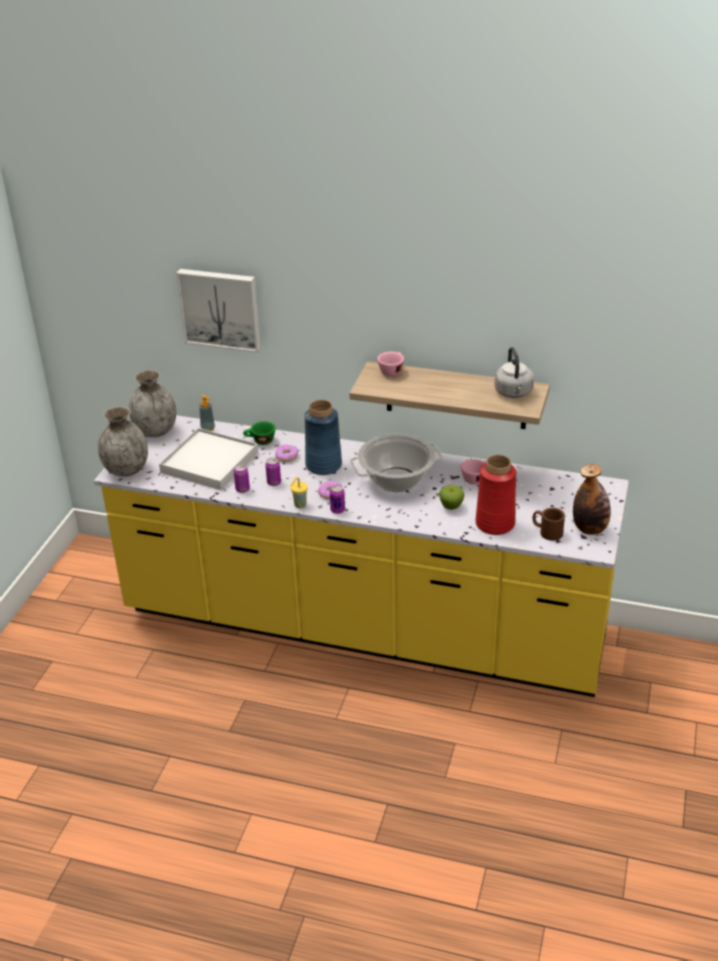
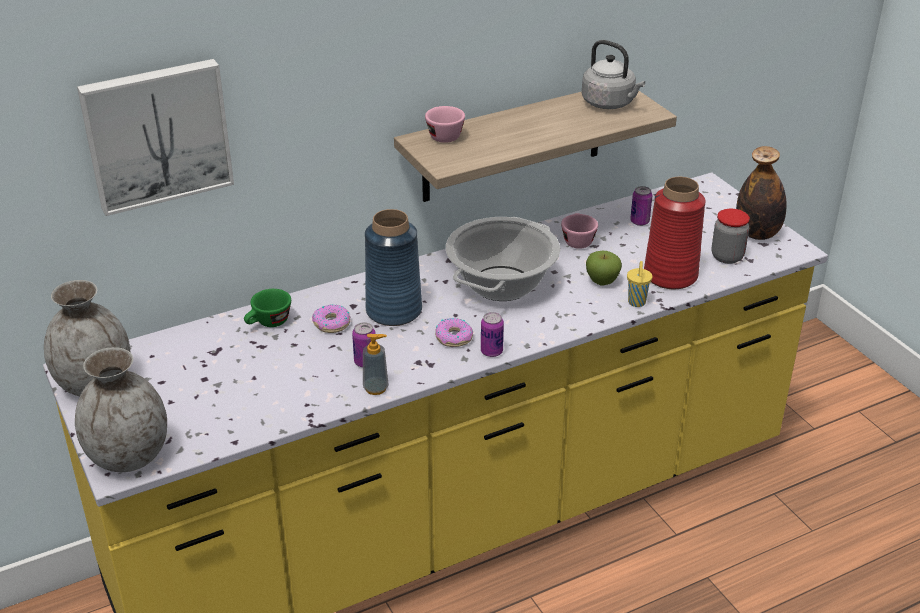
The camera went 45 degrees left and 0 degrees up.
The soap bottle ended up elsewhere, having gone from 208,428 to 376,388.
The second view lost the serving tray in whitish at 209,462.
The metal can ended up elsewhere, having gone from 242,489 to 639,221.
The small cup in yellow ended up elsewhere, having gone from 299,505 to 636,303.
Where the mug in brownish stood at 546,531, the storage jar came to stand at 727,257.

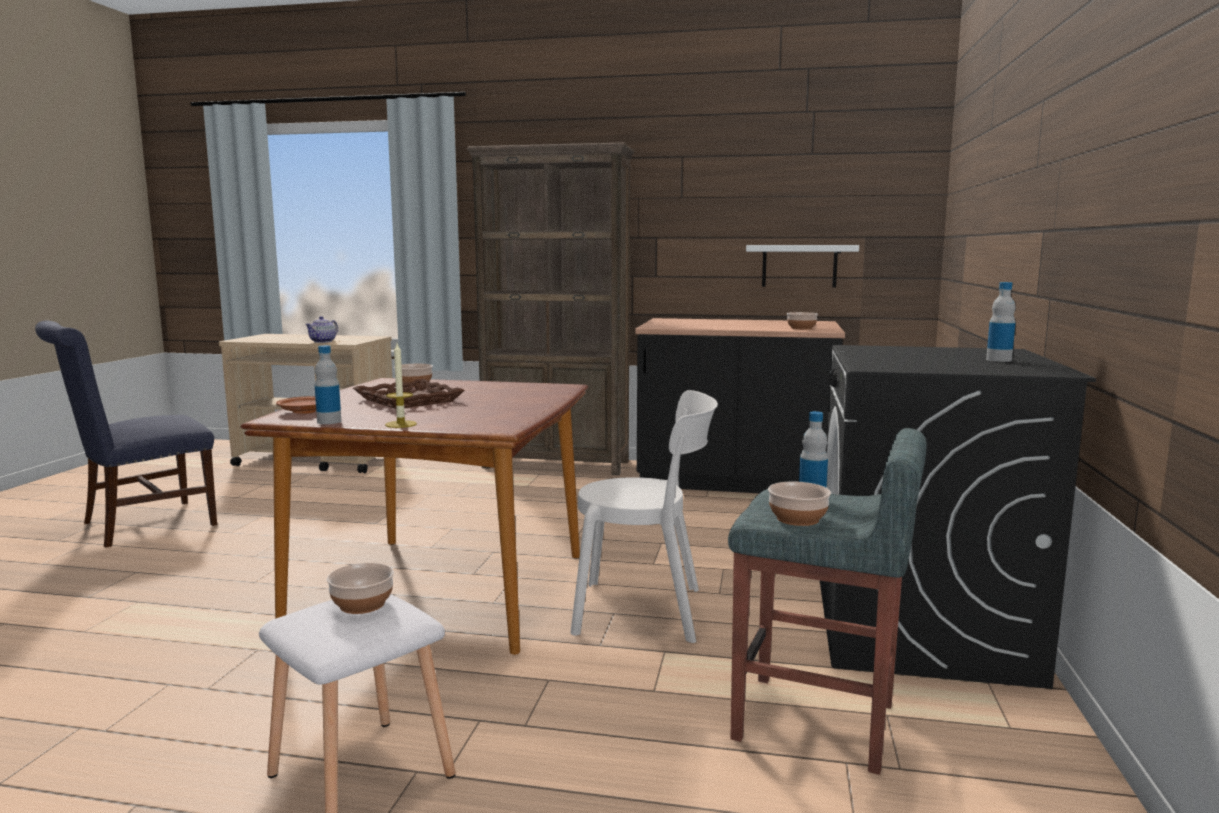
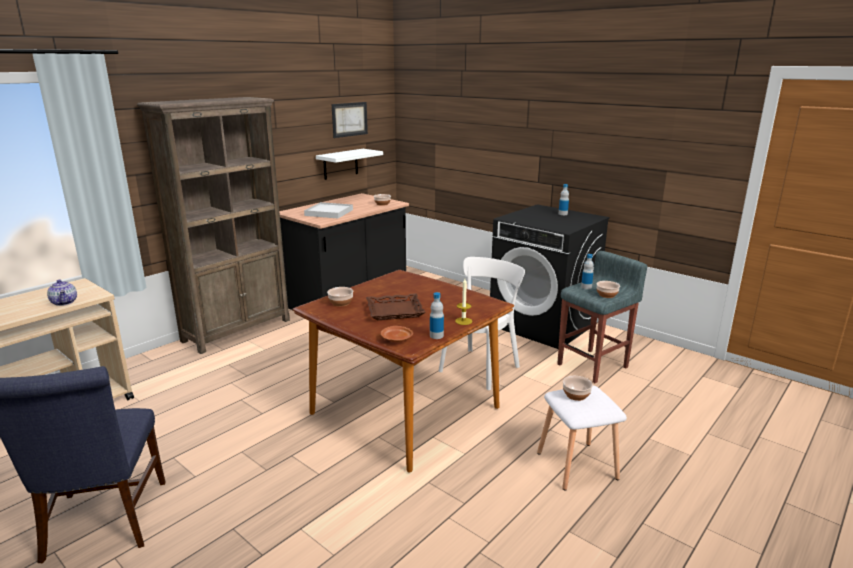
The camera went 60 degrees left and 10 degrees up.
The second view gained the picture at 349,119.
The second view gained the serving tray in whitish at 329,212.

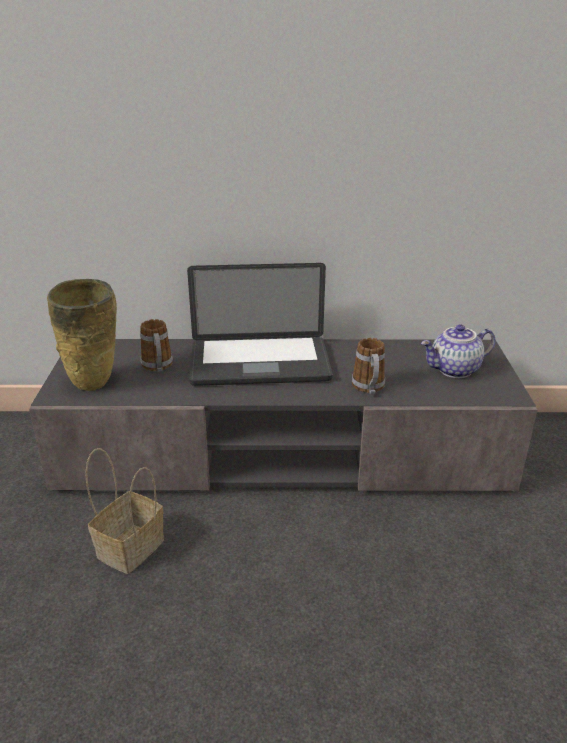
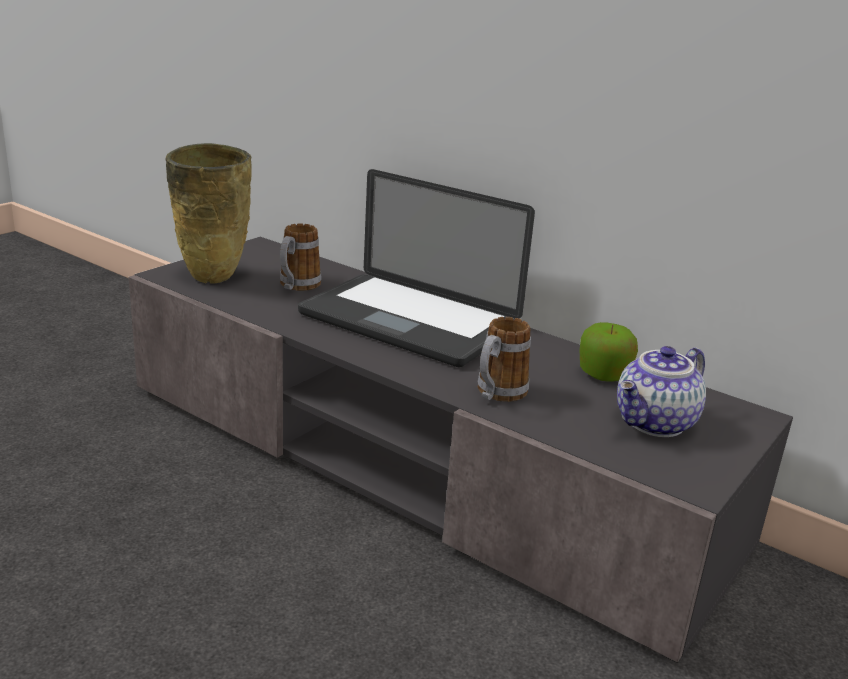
The camera went 35 degrees right and 5 degrees down.
The teapot at 455,370 ended up facing another way, 60 degrees counterclockwise from before.
The second view lost the basket at 131,546.
The second view gained the whole apple at 604,375.

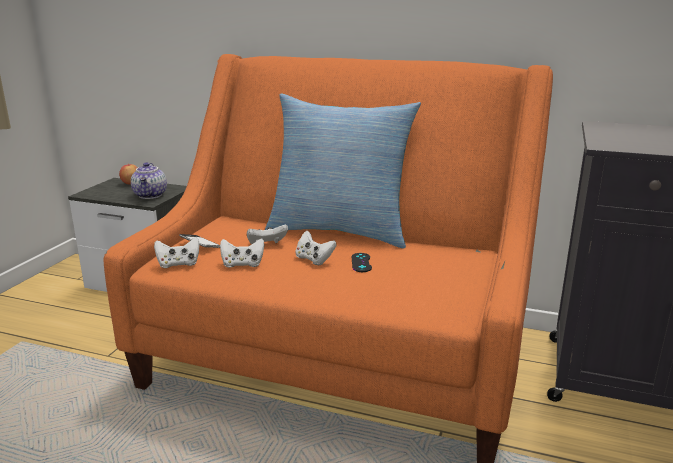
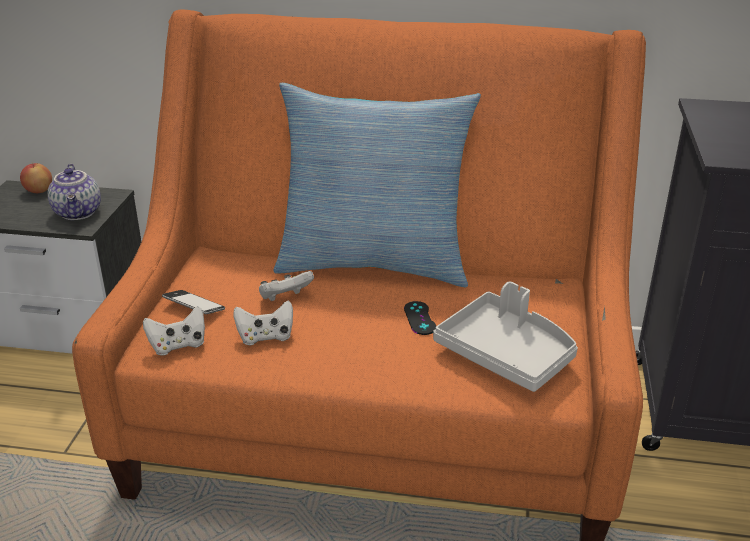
The camera went 10 degrees left and 10 degrees up.
The second view lost the joypad in whitish at 314,260.
The second view gained the serving tray in greyish at 506,354.

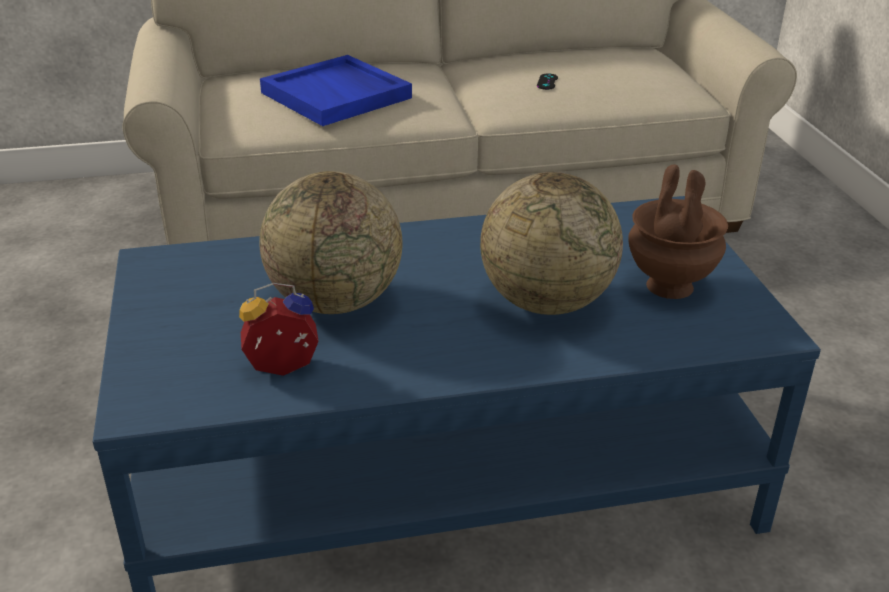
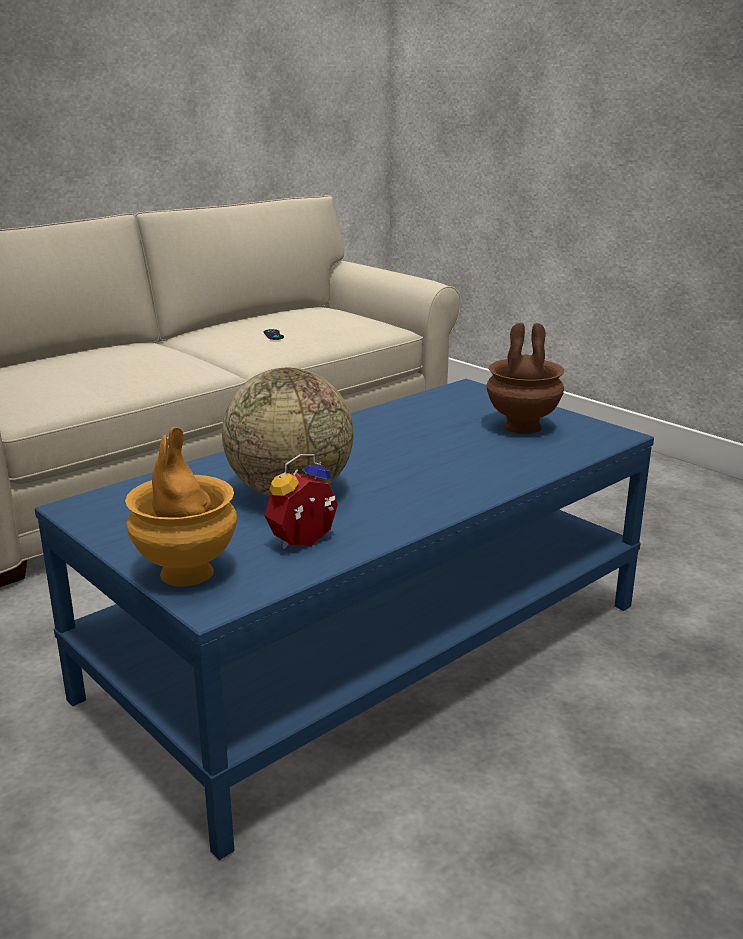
The camera went 30 degrees left and 10 degrees down.
The second view lost the serving tray in blue-coloured at 337,95.
The second view lost the globe at 546,302.
The second view gained the flower vase in brownish at 186,572.

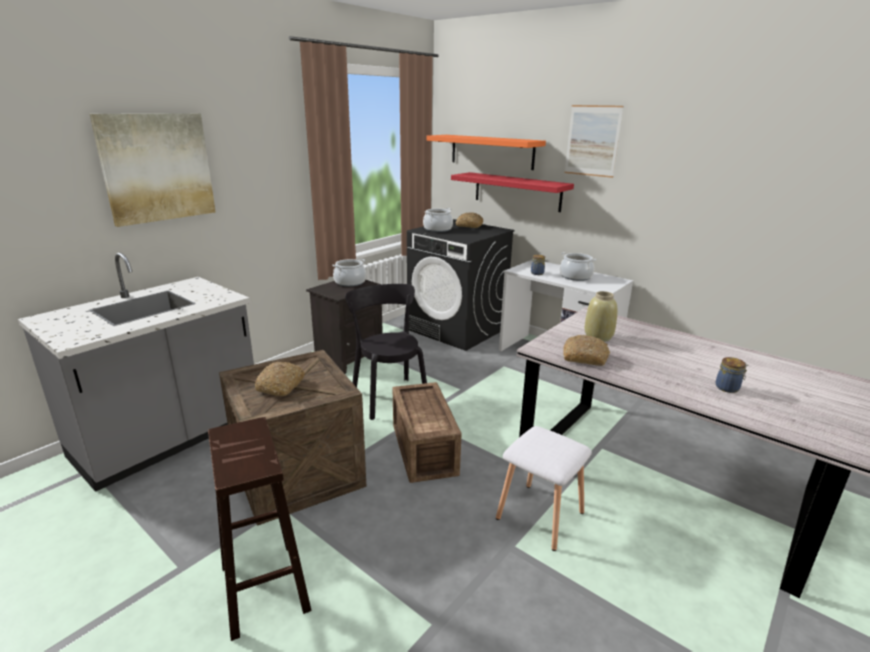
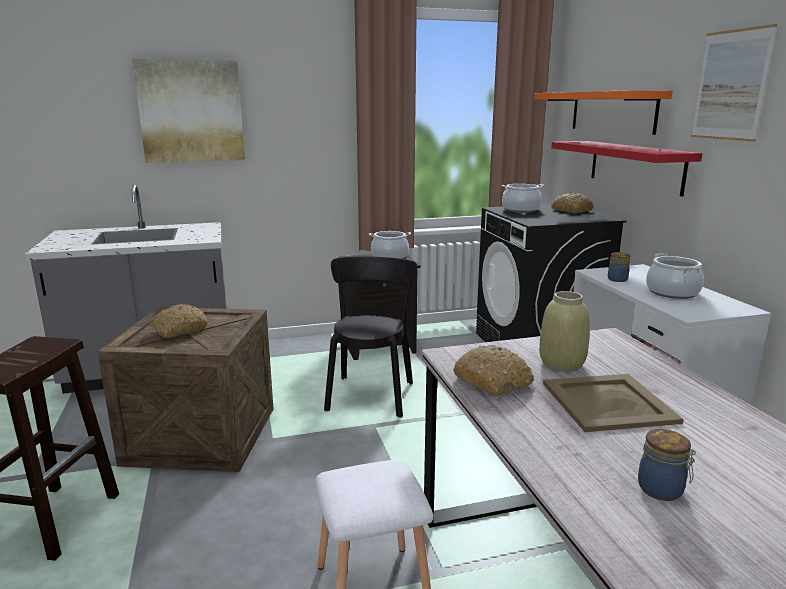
The camera went 35 degrees right and 5 degrees down.
The second view lost the packing crate at 425,448.
The second view gained the serving tray in sand-coloured at 608,402.

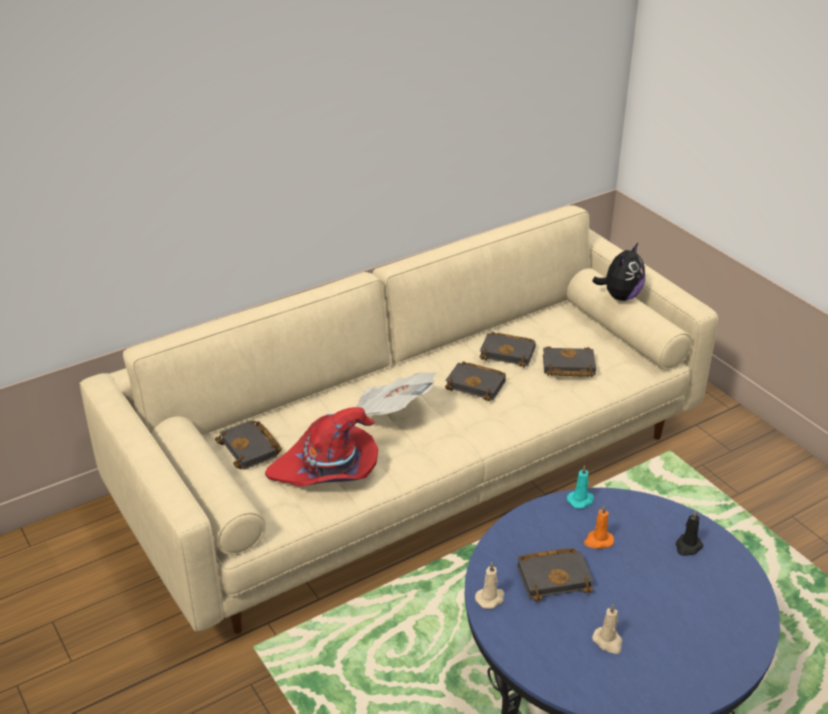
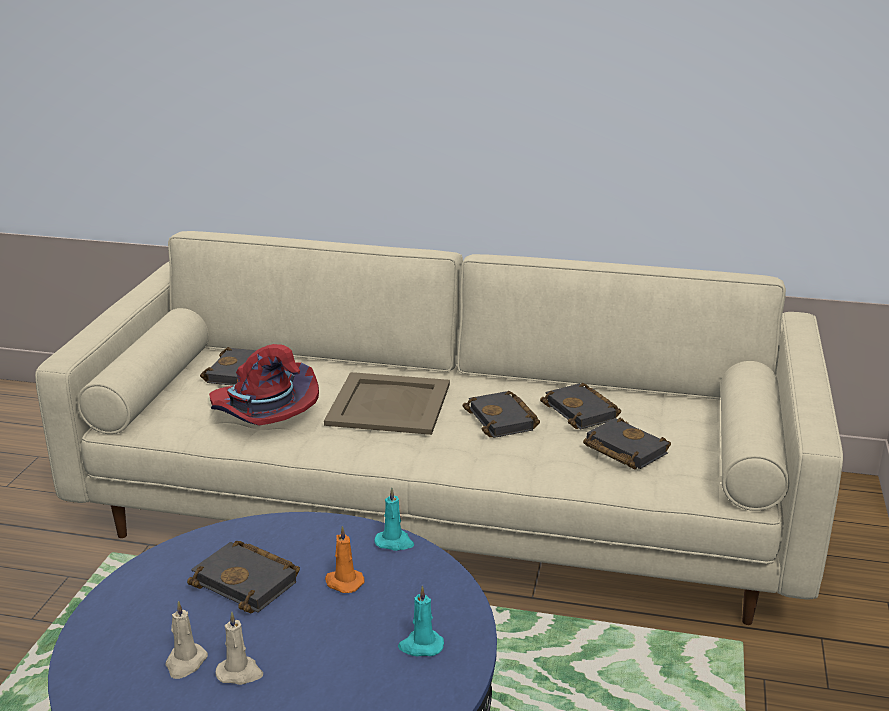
The camera went 45 degrees right and 10 degrees down.
The second view lost the cuddly toy at 620,296.
Where the daily paper stood at 392,413, the serving tray in sand-coloured came to stand at 388,403.
What was the wax light in black at 688,546 turned into the wax light in blue-green at 420,646.
The wax light in sand-coloured ended up elsewhere, having gone from 490,598 to 240,673.

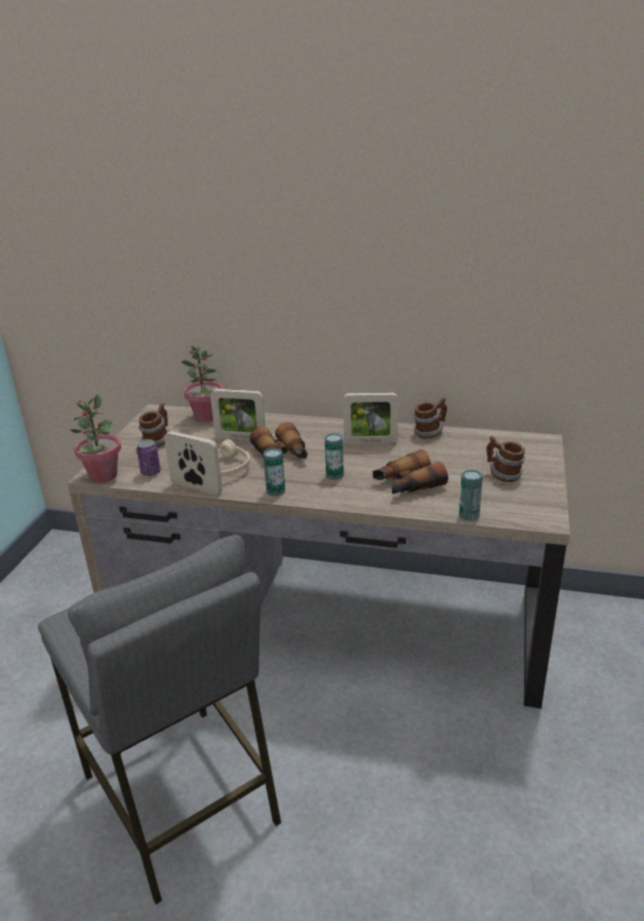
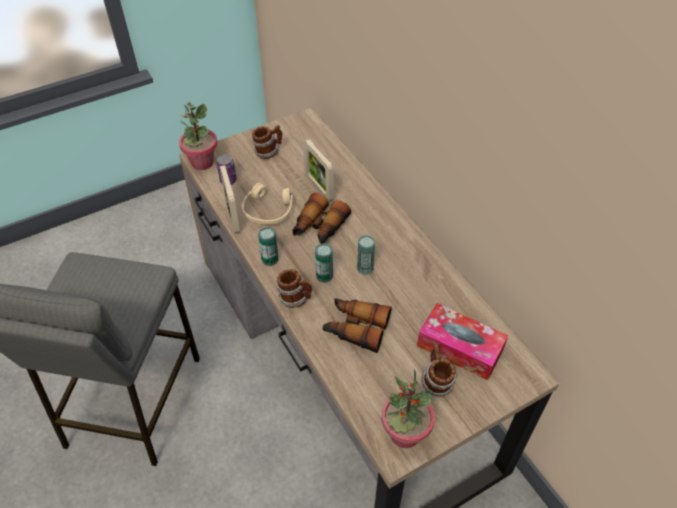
The camera went 45 degrees right and 20 degrees up.
The houseplant ended up elsewhere, having gone from 206,417 to 404,434.
The second view lost the photo frame at 370,442.
The mug ended up elsewhere, having gone from 429,433 to 295,299.
The metal can ended up elsewhere, having gone from 469,515 to 365,268.
The second view gained the tissue holder at 459,348.

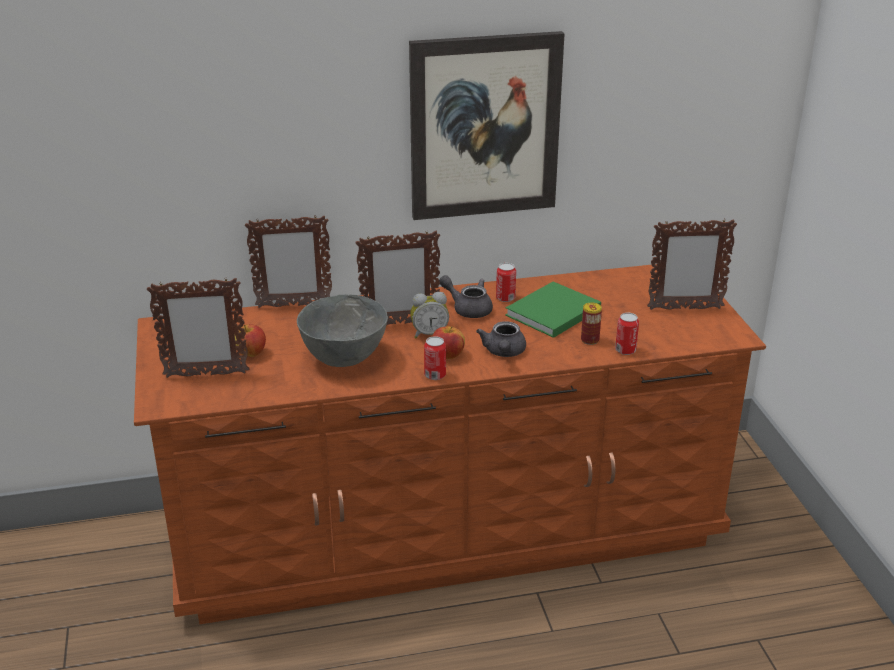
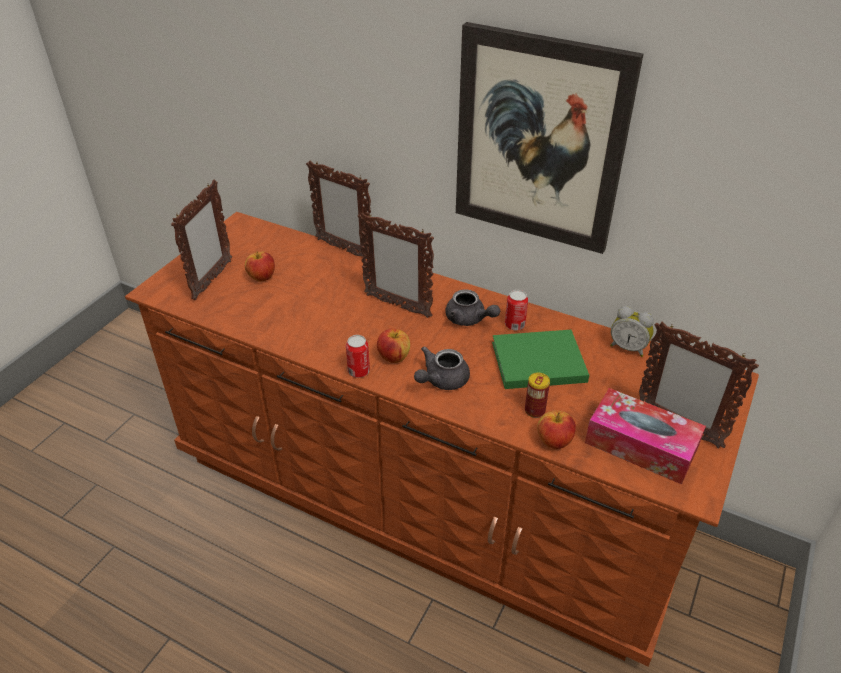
The camera went 40 degrees right and 10 degrees up.
The teapot in greyish at 468,309 ended up facing another way, 150 degrees clockwise from before.
The photo frame at 205,374 ended up facing another way, 105 degrees counterclockwise from before.
The table clock ended up elsewhere, having gone from 429,334 to 628,347.
The second view lost the bowl in greyish at 343,359.
Where the metal can stood at 625,350, the whole apple came to stand at 554,441.
The second view gained the tissue holder at 640,445.

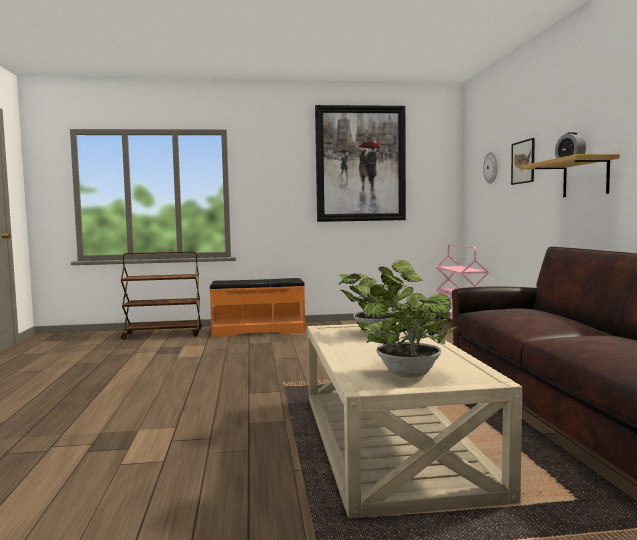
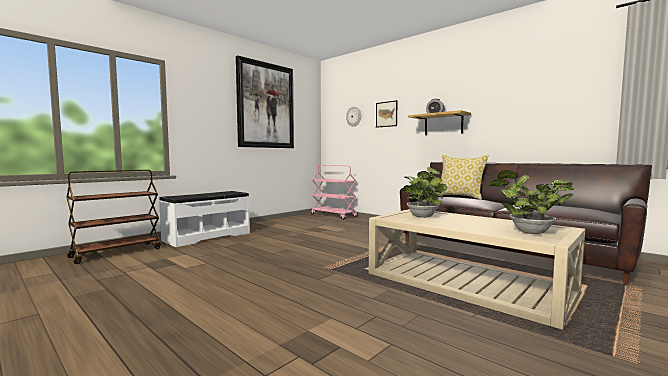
The camera went 40 degrees left and 0 degrees up.
What was the long seat in orangey at 258,330 turned into the long seat in whitish at 207,236.
The second view gained the pillow at 460,197.

